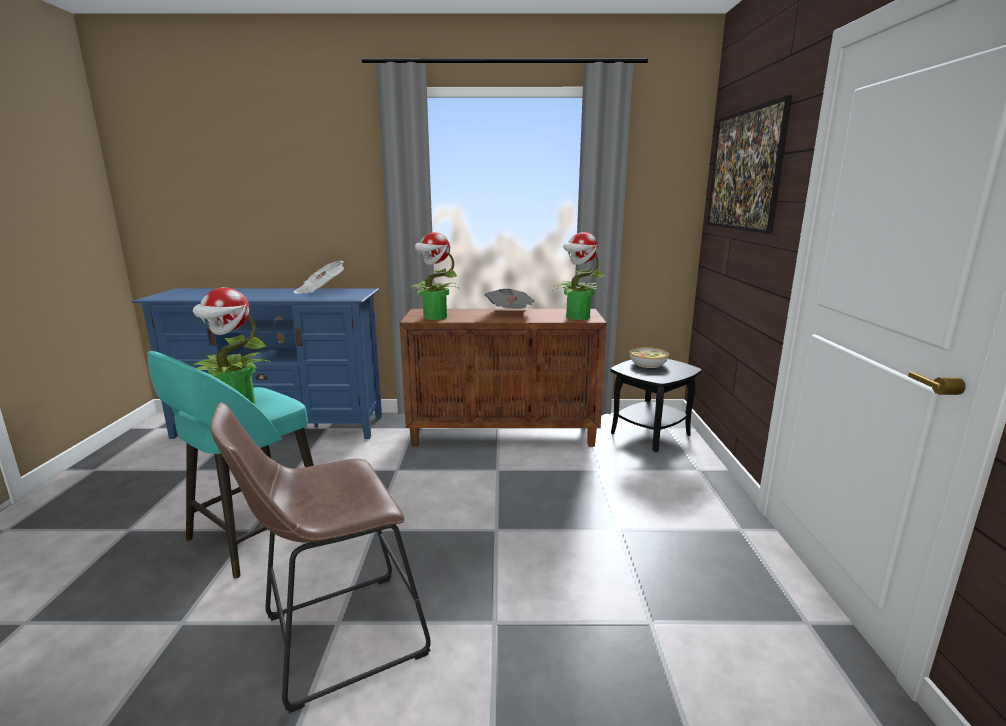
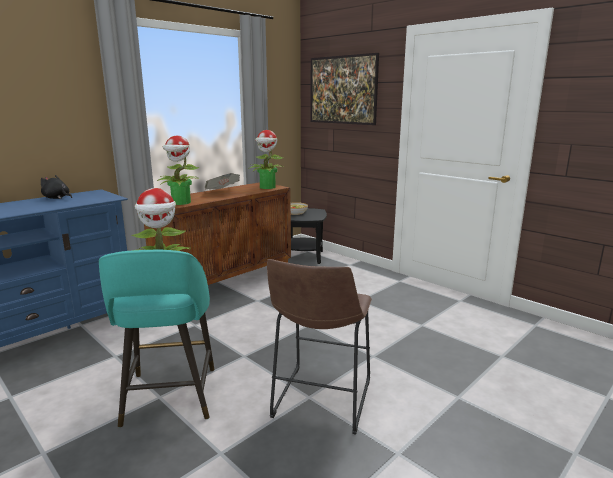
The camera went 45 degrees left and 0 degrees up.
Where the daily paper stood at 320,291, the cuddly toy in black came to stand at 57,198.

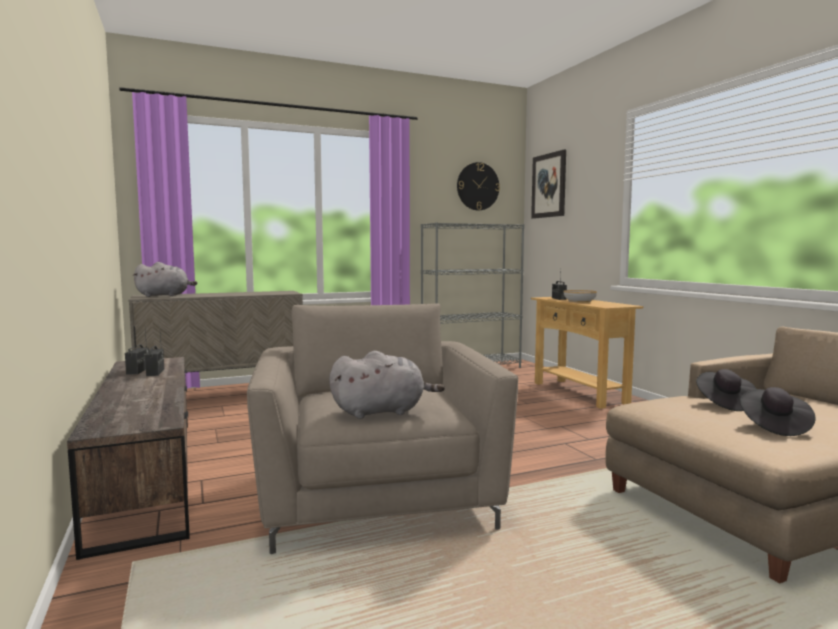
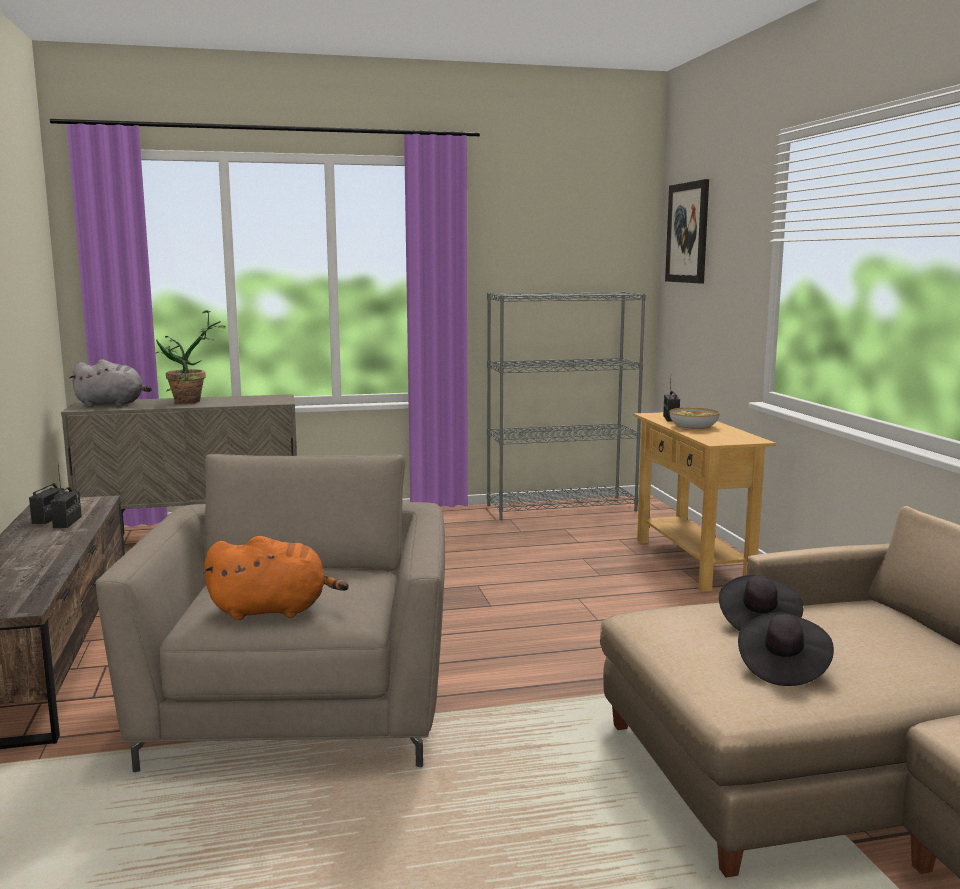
The camera went 10 degrees right and 5 degrees up.
The second view lost the hanging clock at 478,186.
What was the cuddly toy in greyish at 382,412 turned into the cuddly toy in orangey at 273,610.
The second view gained the houseplant at 193,402.

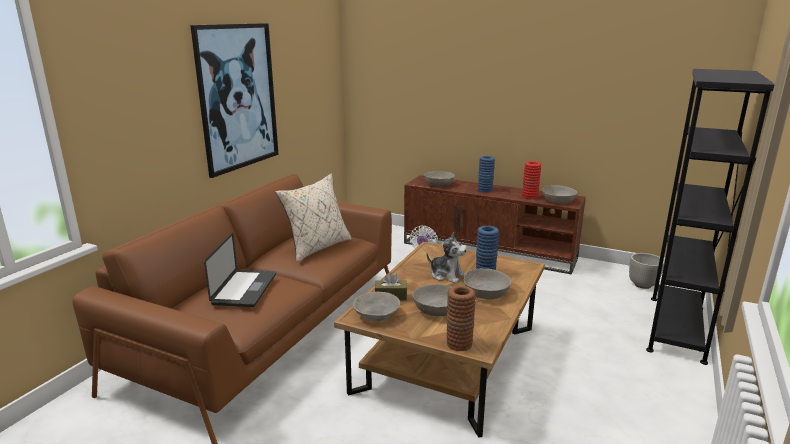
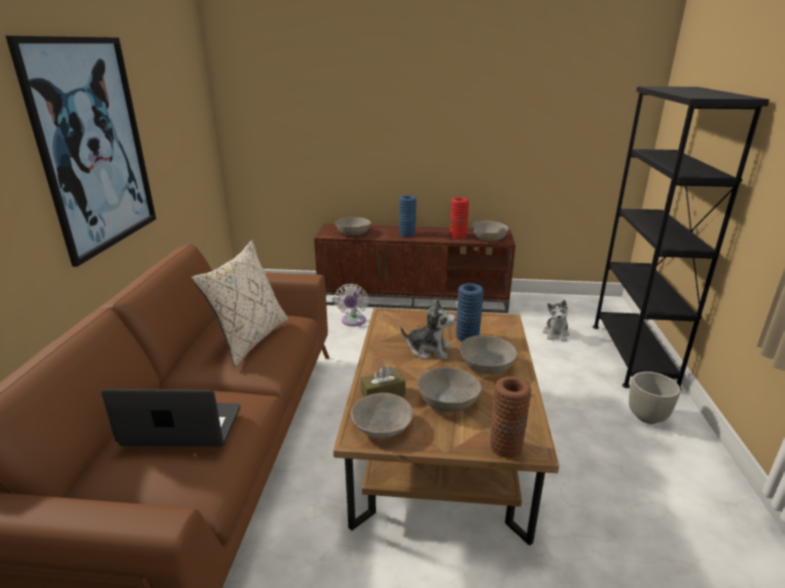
The camera went 20 degrees left and 5 degrees up.
The notebook computer at 244,289 ended up facing another way, 75 degrees counterclockwise from before.
The flower pot in greyish ended up elsewhere, having gone from 643,285 to 647,416.
The second view gained the cuddly toy at 556,334.

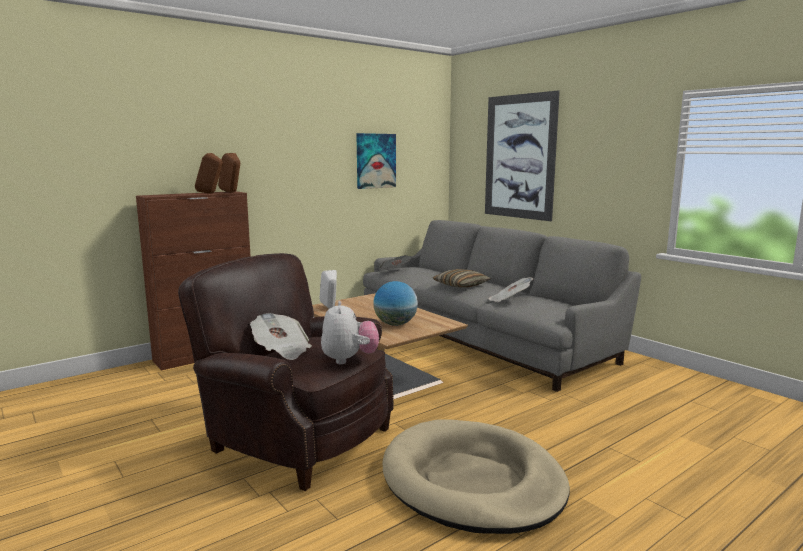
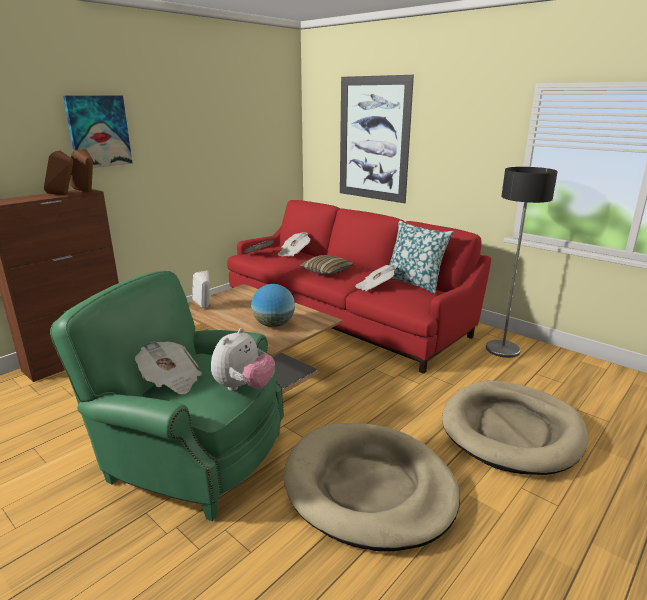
The camera went 10 degrees left and 10 degrees up.
The picture ended up elsewhere, having gone from 375,161 to 98,131.
What was the couch in greyish at 482,336 turned into the couch in red at 345,314.
What was the easy chair in brownish at 295,438 turned into the easy chair in greenish at 190,455.
The cuddly toy at 349,360 ended up facing another way, 45 degrees clockwise from before.
The second view gained the floor lamp at 503,349.
The second view gained the pillow at 414,283.
The second view gained the daily paper at 293,253.
The second view gained the pet bed in sand-coloured at 512,430.

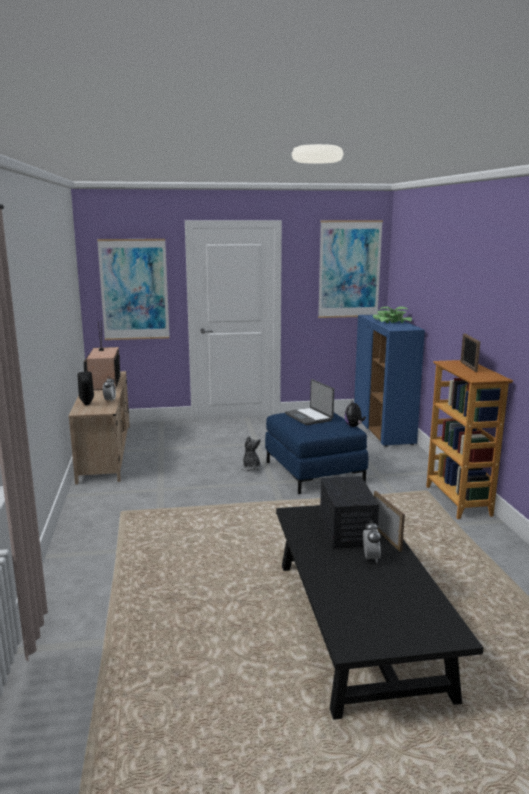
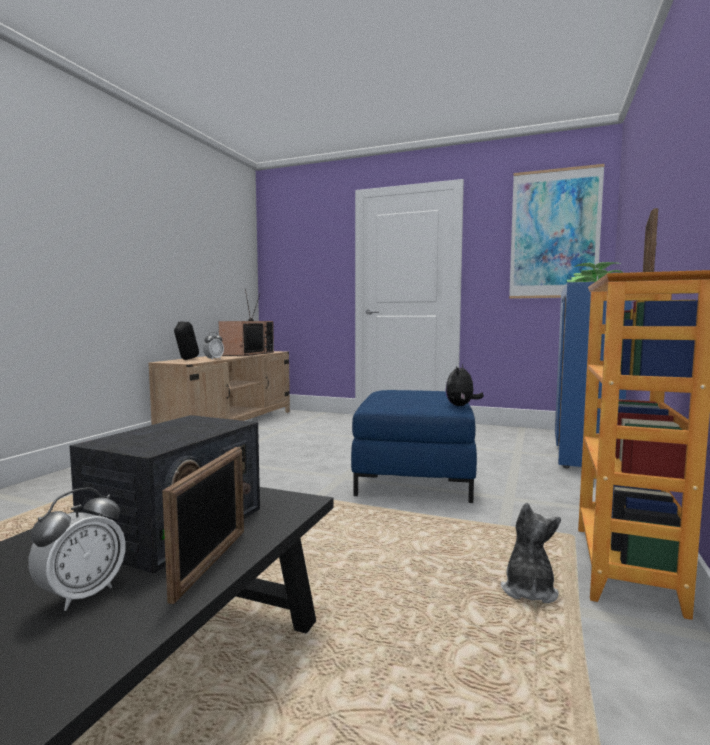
The camera went 30 degrees right and 10 degrees down.
The second view lost the picture at 134,290.
The second view lost the notebook computer at 309,417.
The cuddly toy ended up elsewhere, having gone from 251,468 to 528,589.

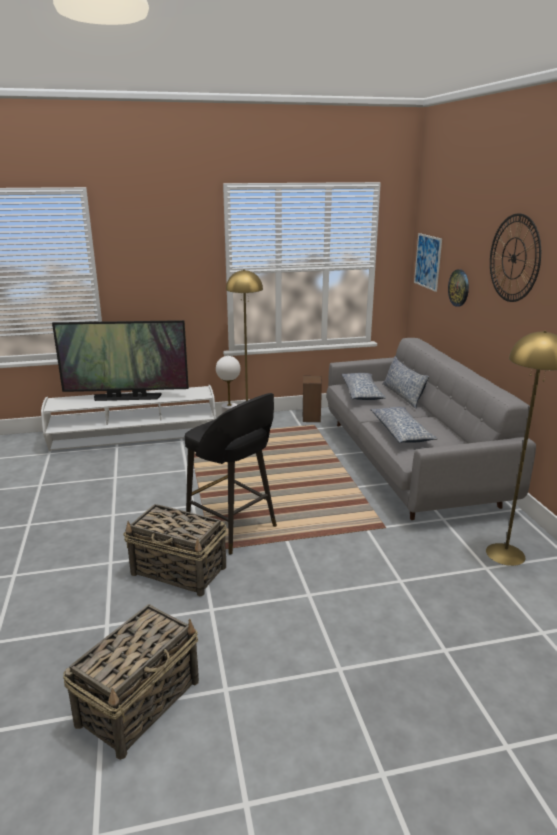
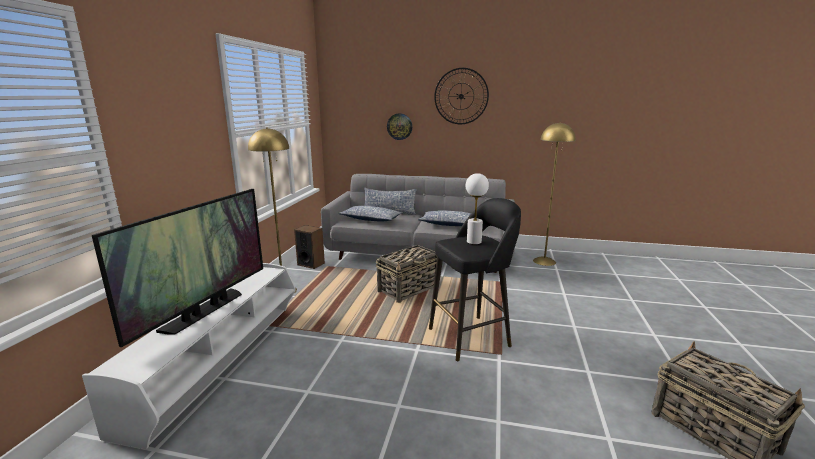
The camera went 65 degrees left and 5 degrees down.
The second view lost the picture at 428,261.
The basket ended up elsewhere, having gone from 179,571 to 409,289.

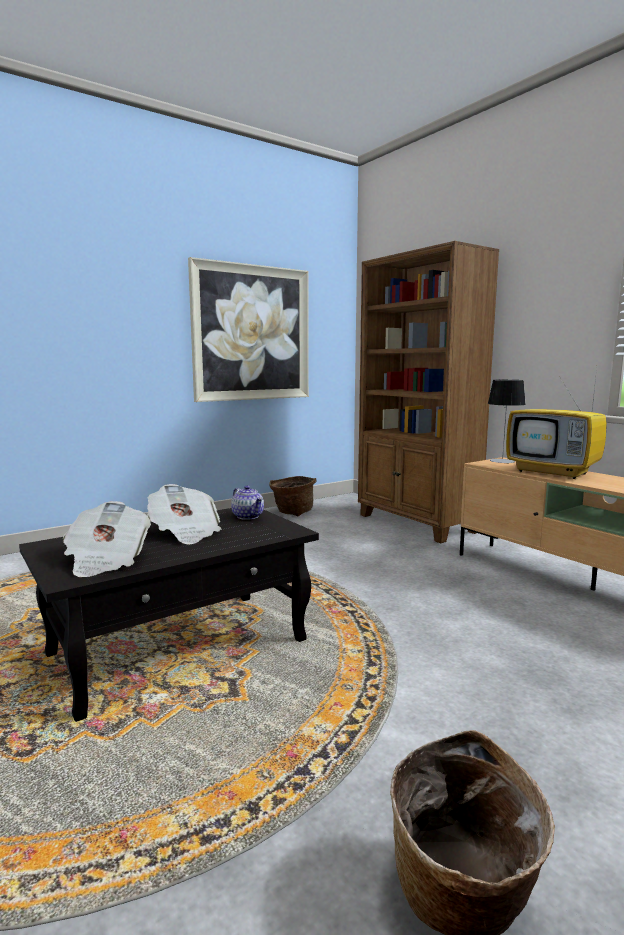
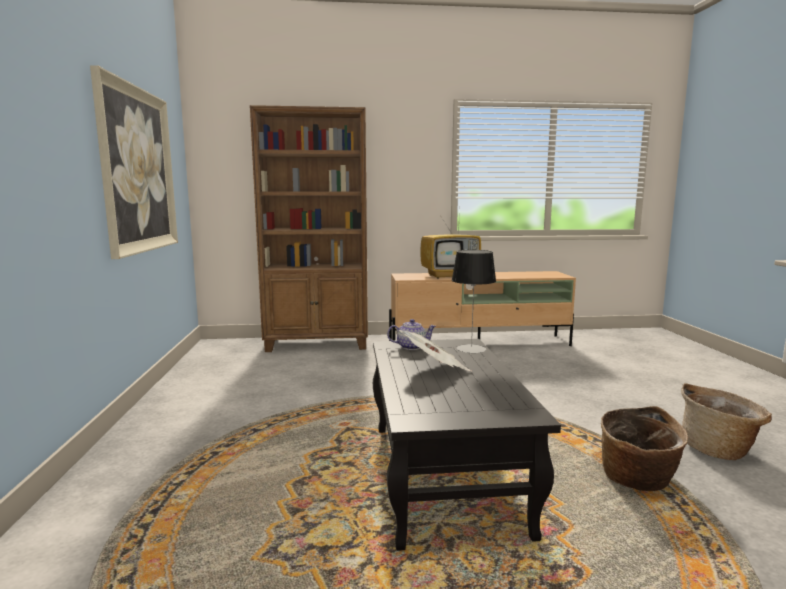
The camera went 60 degrees left and 0 degrees up.
The lamp for a table ended up elsewhere, having gone from 502,461 to 471,349.
The basket ended up elsewhere, having gone from 292,512 to 637,481.
The second view lost the daily paper at 106,560.

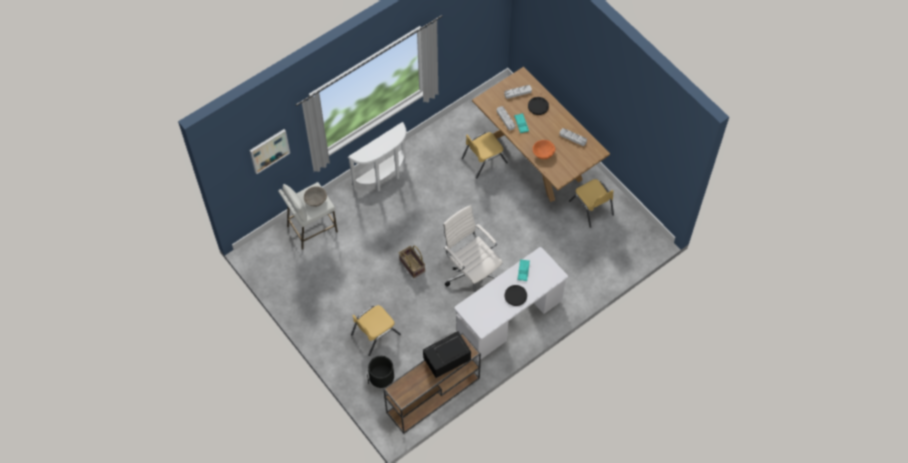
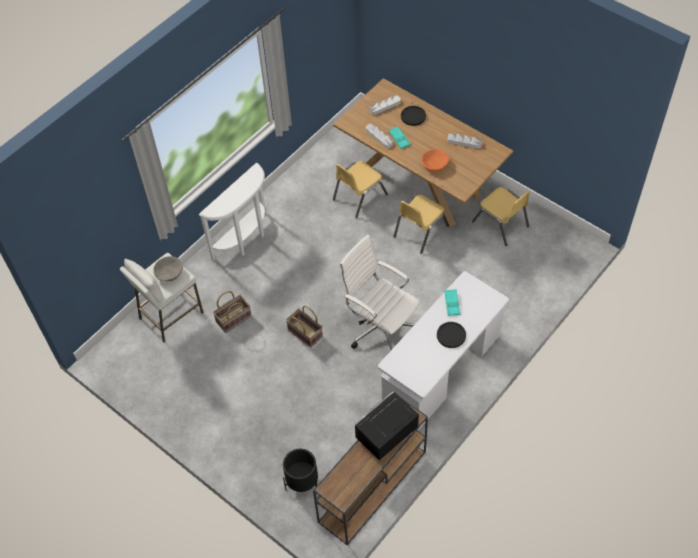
The camera went 10 degrees left and 5 degrees down.
The second view lost the picture at 269,150.
The plain chair in yellow ended up elsewhere, having gone from 375,334 to 420,231.
The second view gained the basket at 233,318.

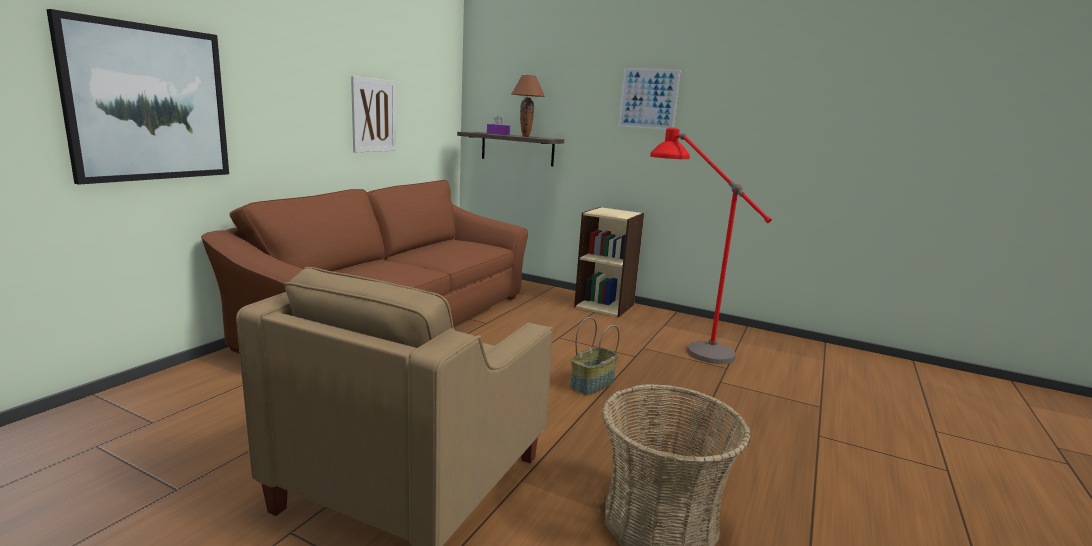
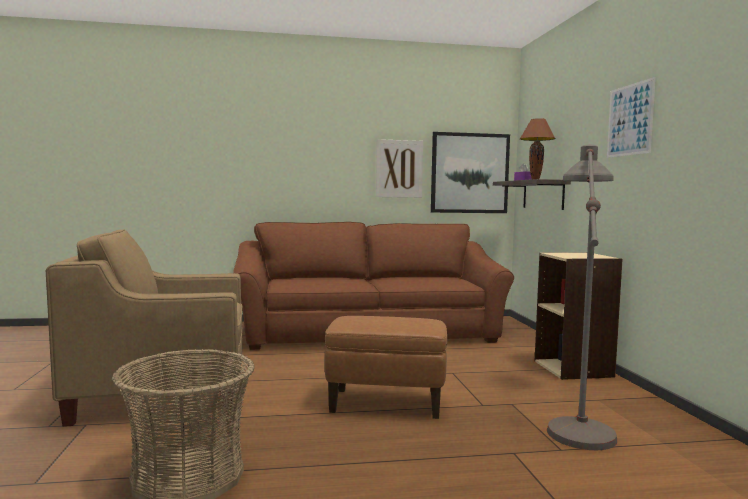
The camera went 55 degrees right and 10 degrees down.
The picture ended up elsewhere, having gone from 149,103 to 469,173.
What was the floor lamp in red at 684,342 turned into the floor lamp in greyish at 579,417.
Where the basket stood at 592,384, the ottoman in brownish came to stand at 385,404.

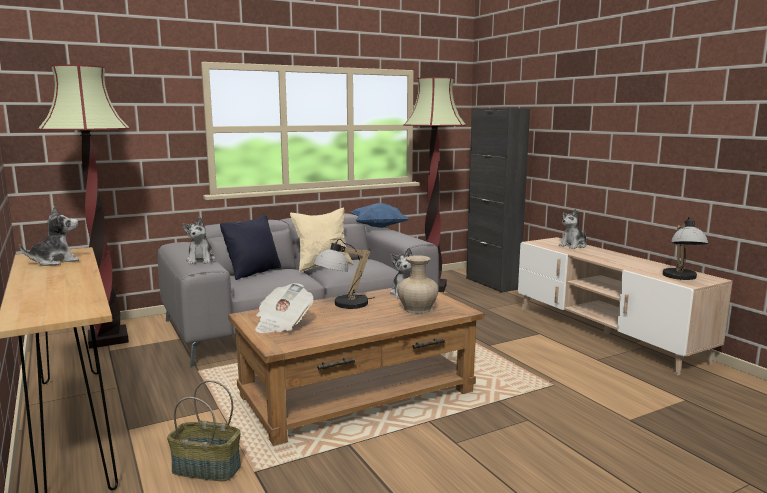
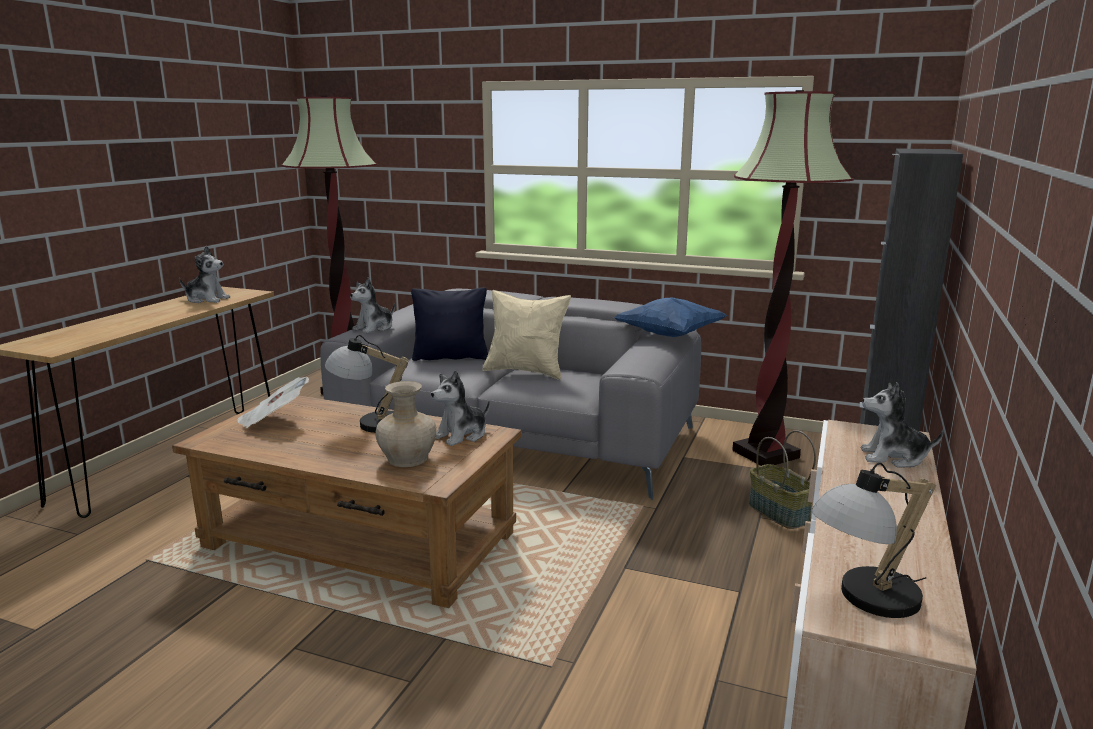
The camera went 50 degrees right and 5 degrees up.
The basket ended up elsewhere, having gone from 205,469 to 777,513.

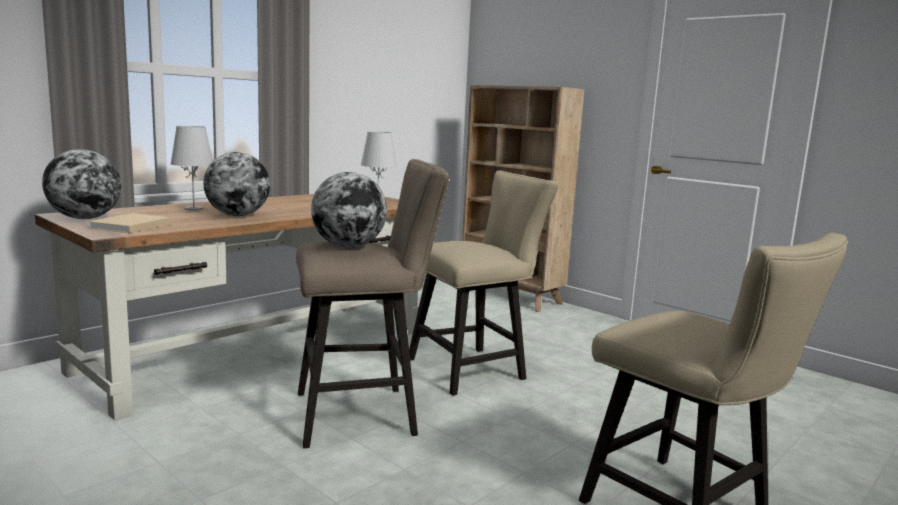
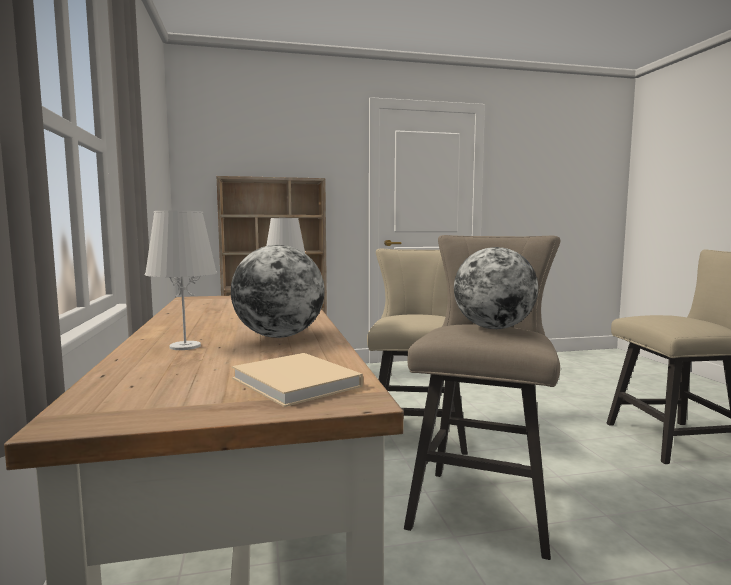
The camera went 55 degrees left and 5 degrees down.
The second view lost the globe at 85,218.

